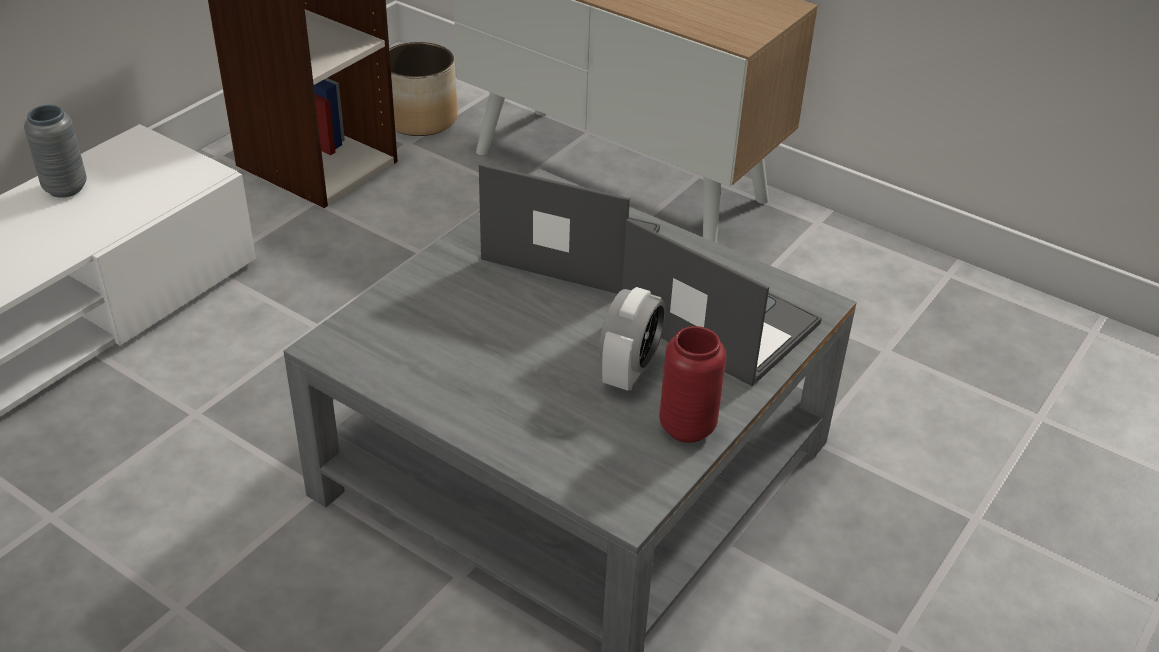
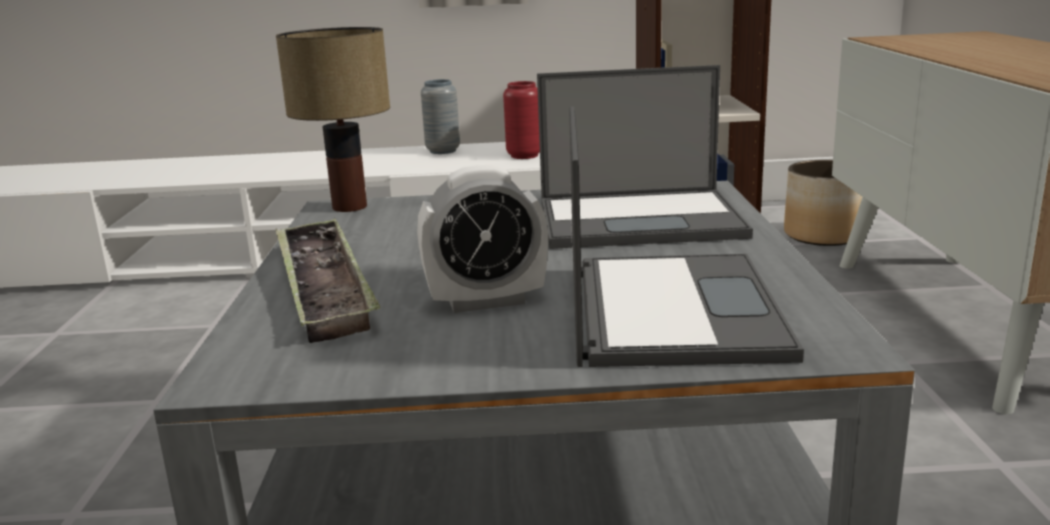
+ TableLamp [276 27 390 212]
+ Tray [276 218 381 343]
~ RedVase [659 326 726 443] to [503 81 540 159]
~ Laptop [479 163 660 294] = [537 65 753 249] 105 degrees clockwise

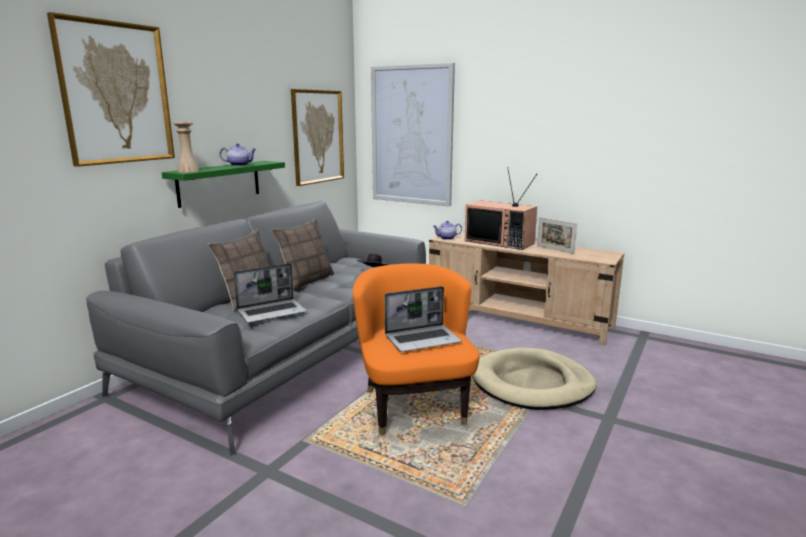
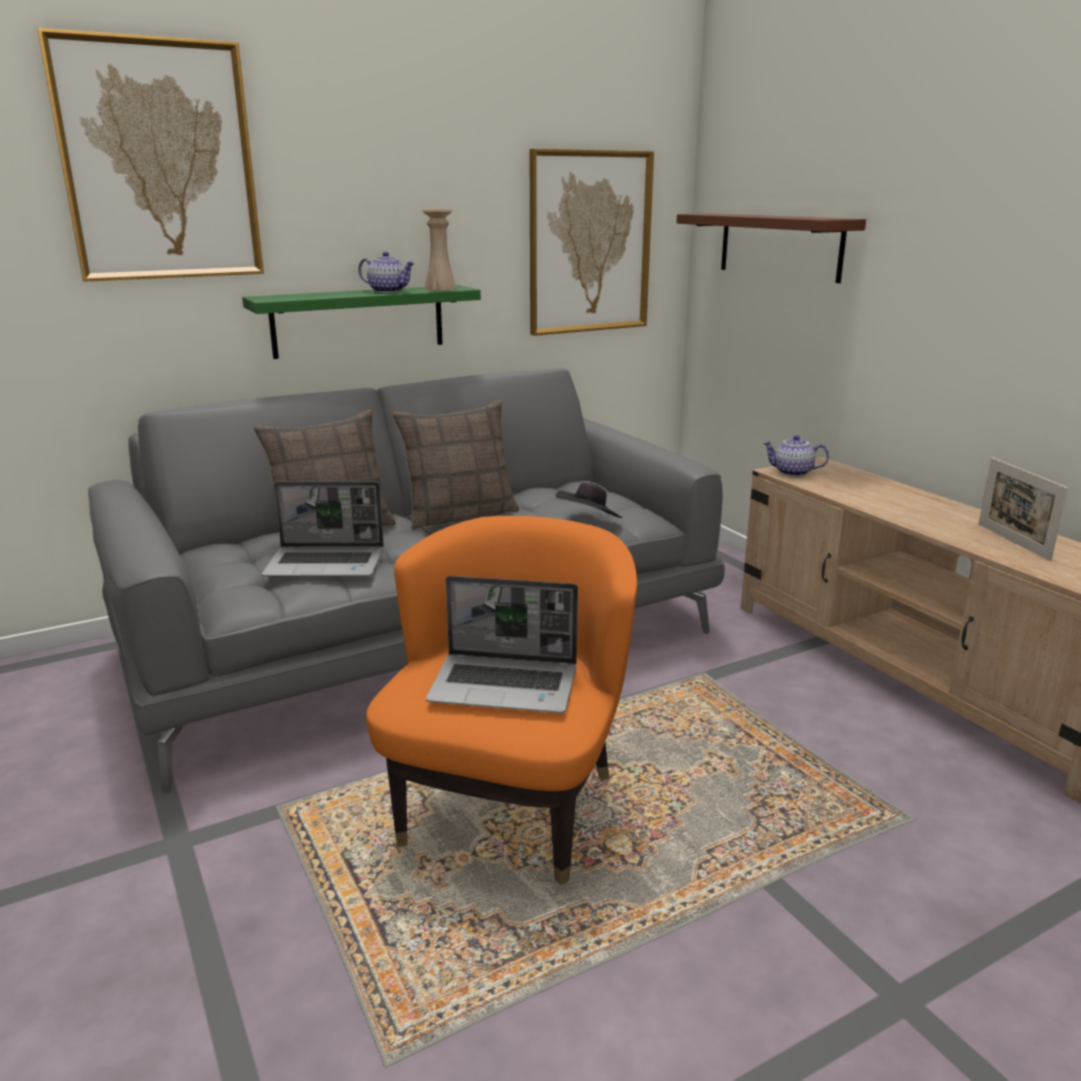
~ BeigeVase [173 122 199 172] to [422 209 456 290]
~ Picture [371 63 455 206] to BrownShelf [677 213 866 283]
- Television [465 167 537 250]
- BeigeDogBed [472 348 597 410]

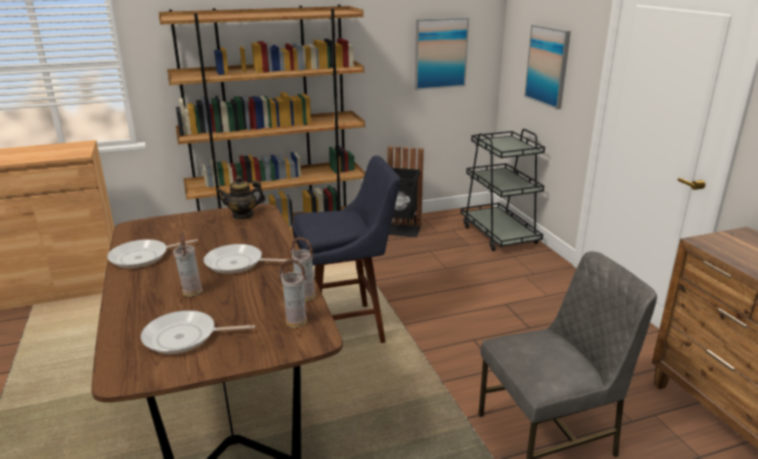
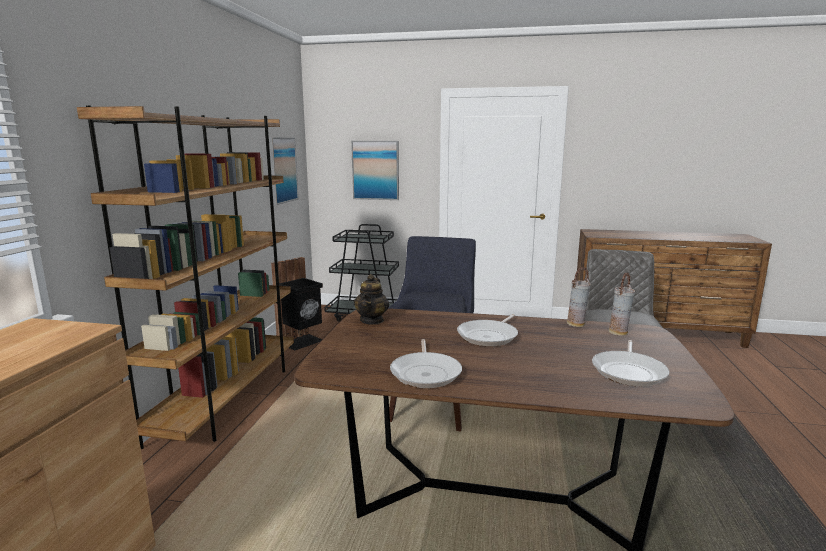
- Vase [173 232 203 297]

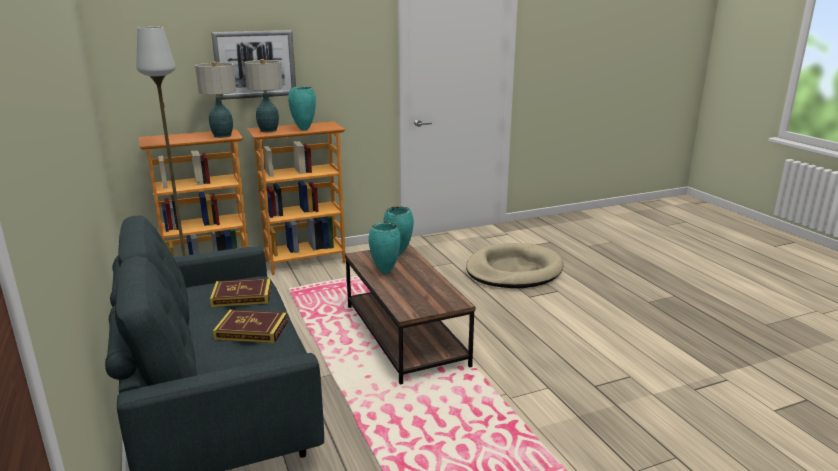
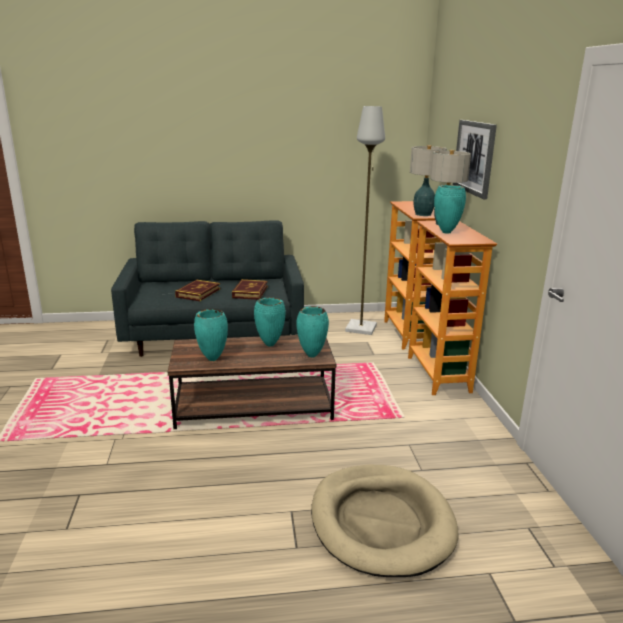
+ TurquoiseVase [194 309 228 361]

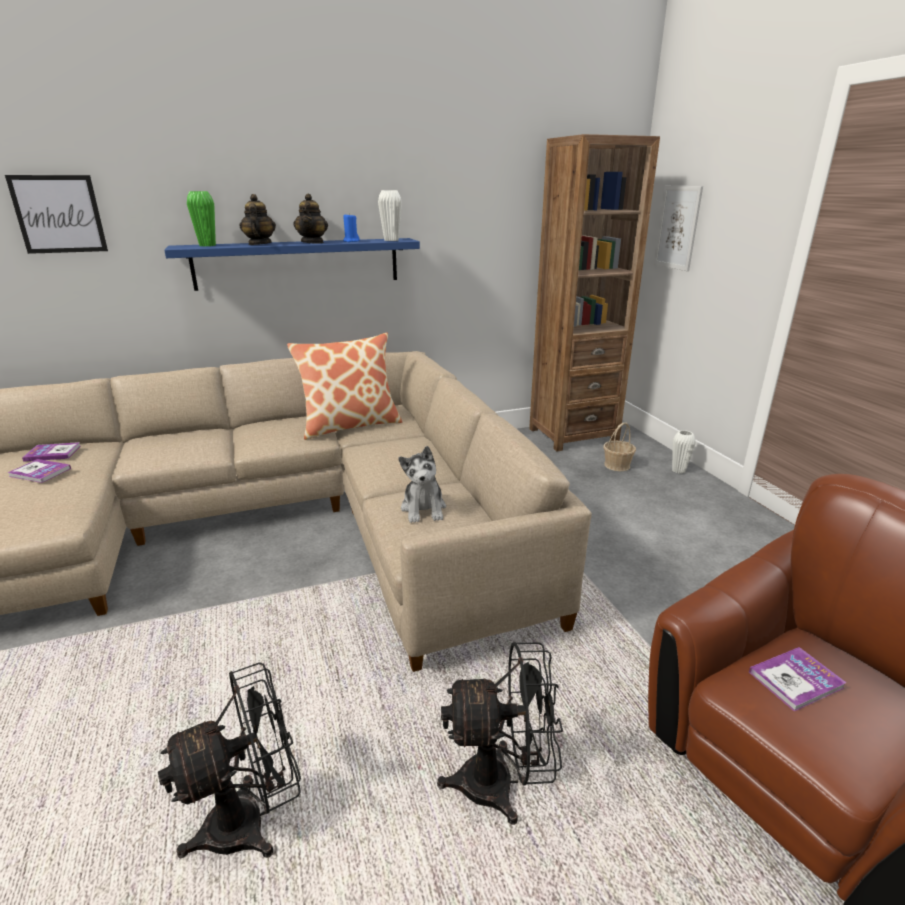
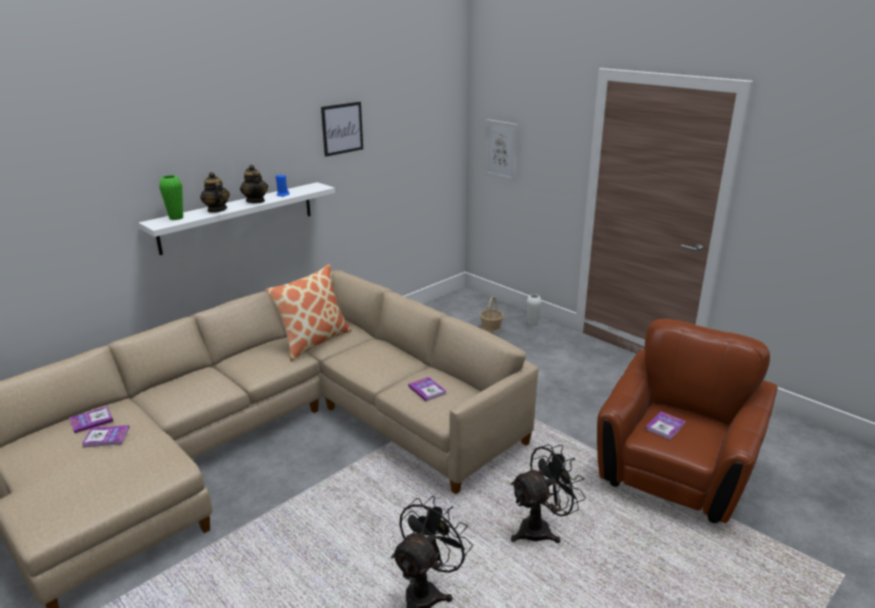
~ BlueShelf [164 238 420 291] to WhiteShelf [139 182 335 255]
~ Picture [5 175 108 254] to [321 102 363 157]
~ PlushToy [399 446 446 523] to Book [408 377 446 401]
- WhiteVase [378 190 402 241]
- BrownBookcase [529 134 660 452]

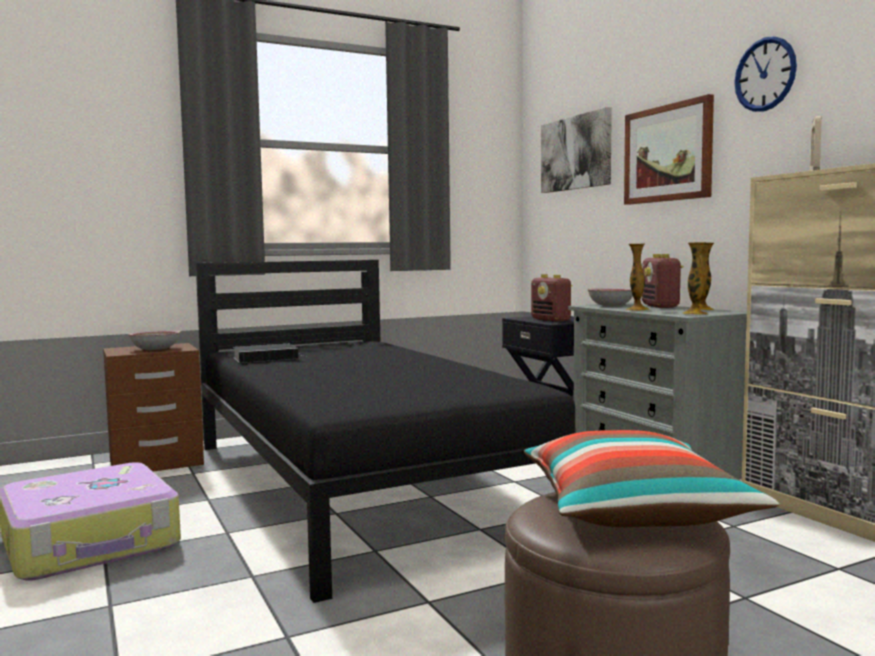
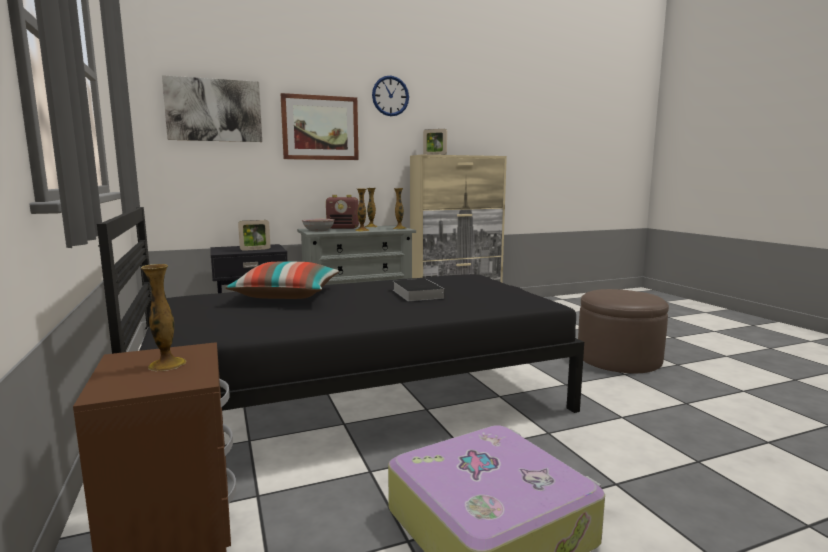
~ Bowl [128 330 180 350] to Vase [141 264 186 371]
~ Pillow [524 430 779 527] to [225 262 339 299]
~ Radio [531 274 573 322] to PictureFrame [238 220 270 251]
~ Book [233 344 298 363] to [393 279 445 301]

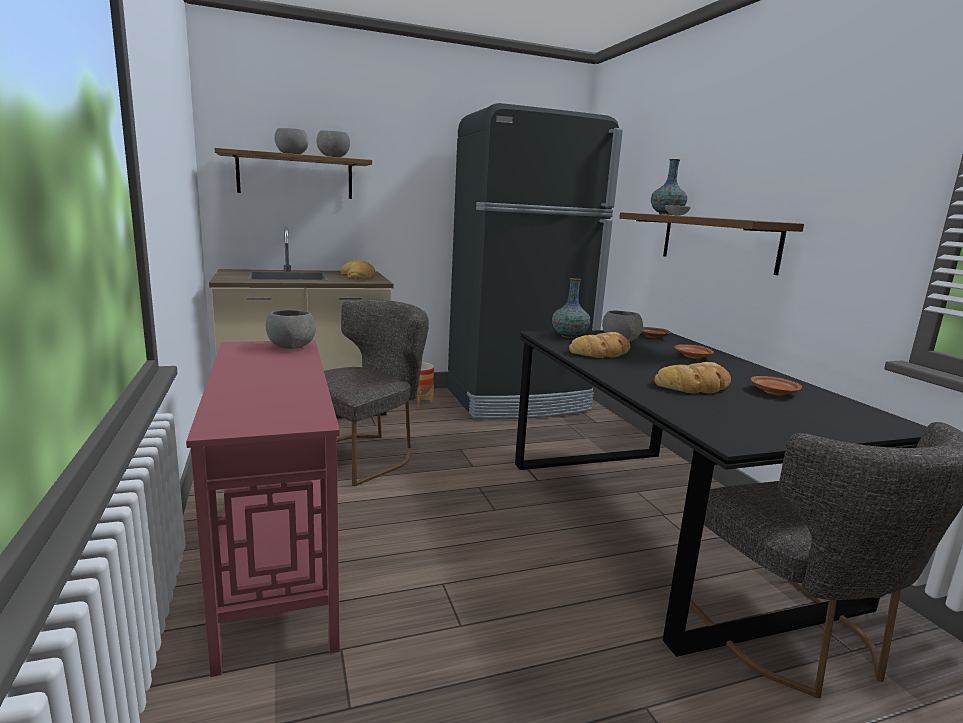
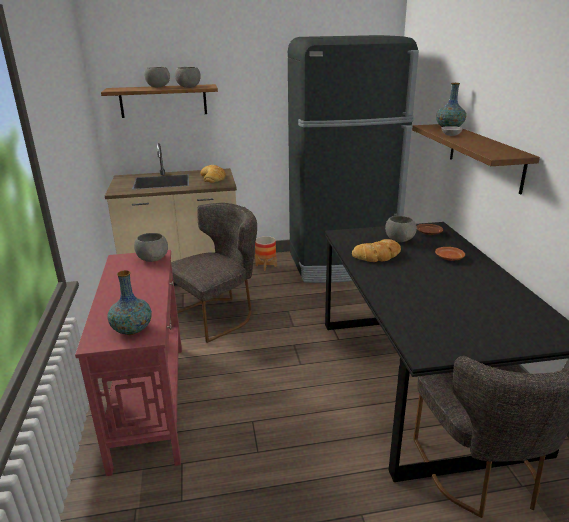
~ Vase [552 278 590 338] to [107 270 152 335]
- Bread [654 362 731 394]
- BrownPlate [750 376 802 395]

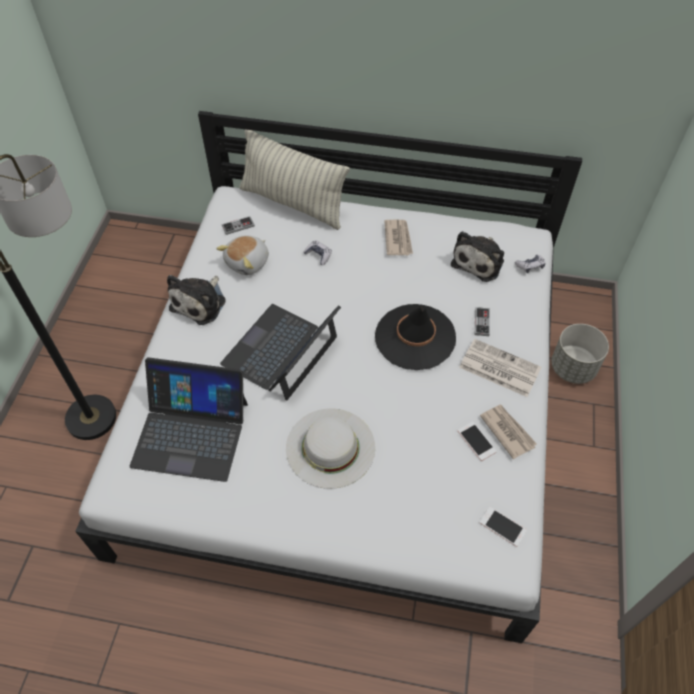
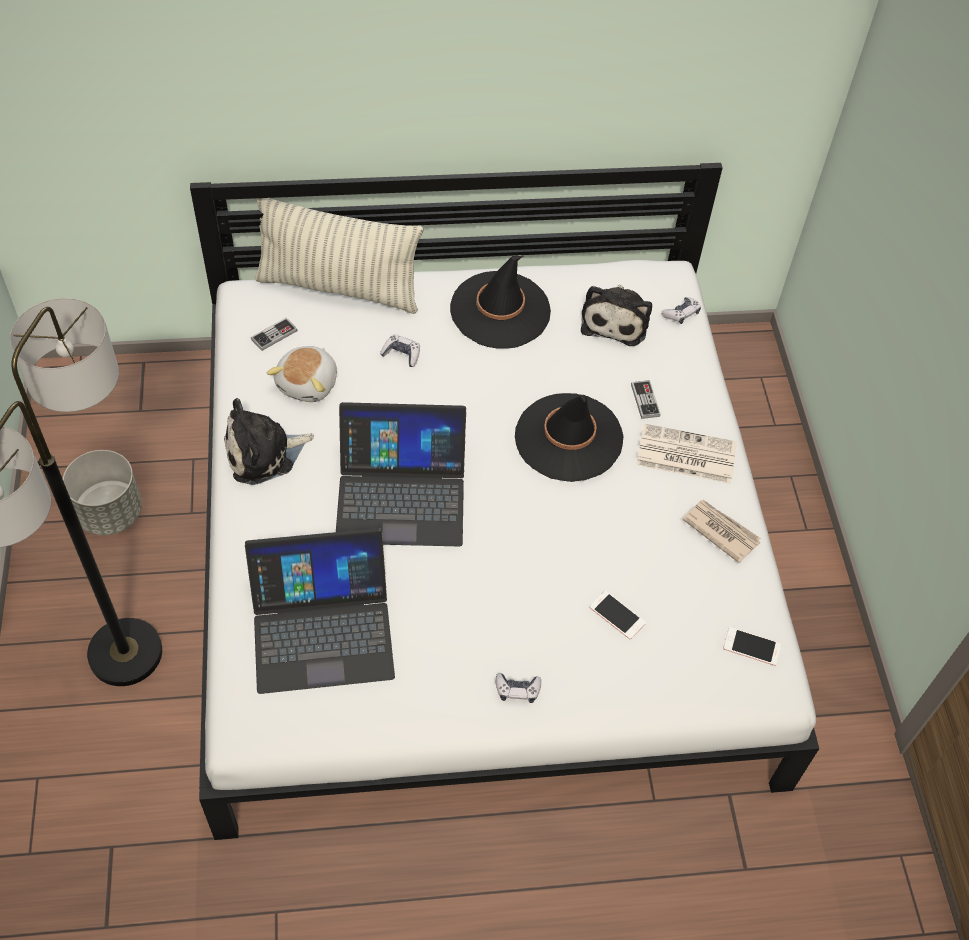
~ GreyPlanter [551 324 609 384] to [63 450 142 535]
~ PlushToy [167 275 226 325] = [224 398 314 485] 60 degrees clockwise
~ Laptop [220 304 341 401] = [336 402 466 546] 105 degrees counterclockwise
~ Newspaper [384 220 413 255] to BlackHat [450 256 551 349]
+ GameController [496 673 541 703]
~ Phone [458 422 497 461] to [590 591 646 639]
- WhiteHat [286 408 375 489]

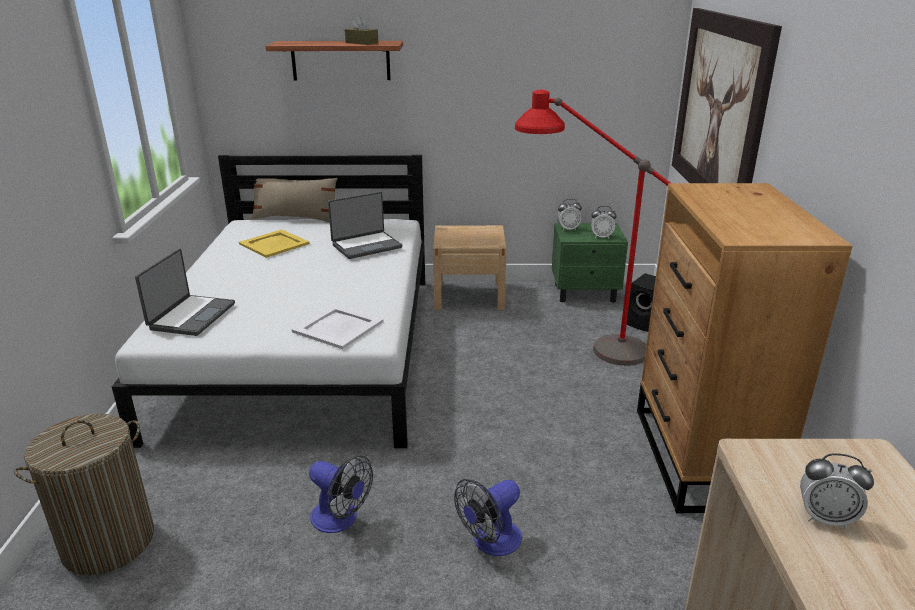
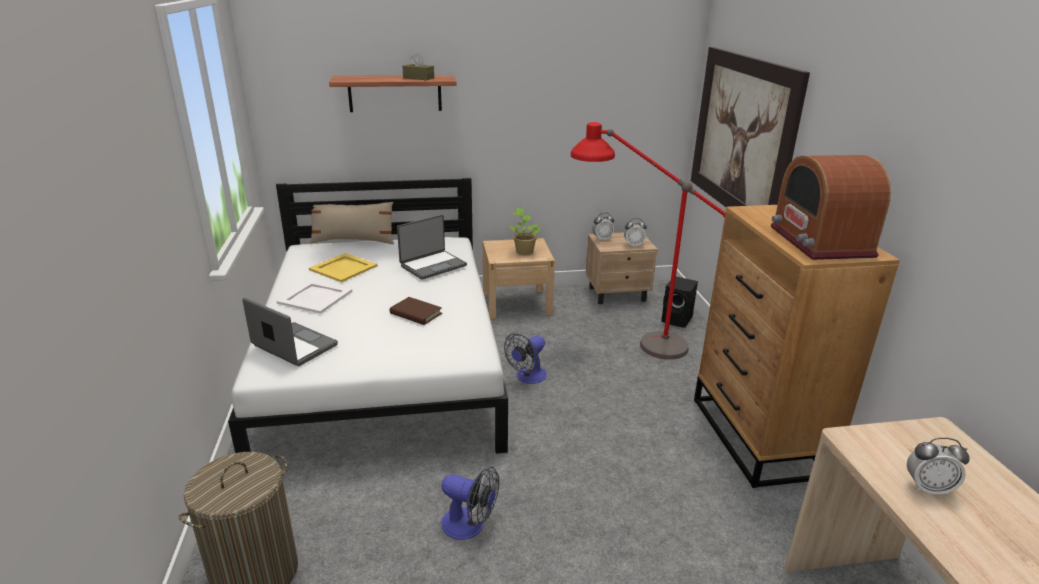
~ Laptop [135 249 235 336] = [242 298 338 366] 60 degrees counterclockwise
~ WhiteTray [292 305 383 349] to [277 280 353 314]
+ BrownBook [390 297 442 325]
~ Fan [454 479 522 556] to [504 333 547 384]
+ PottedPlant [508 208 540 255]
~ GreenNightstand [552 223 628 302] to BeigeNightstand [586 232 658 305]
+ Radio [771 155 891 260]

